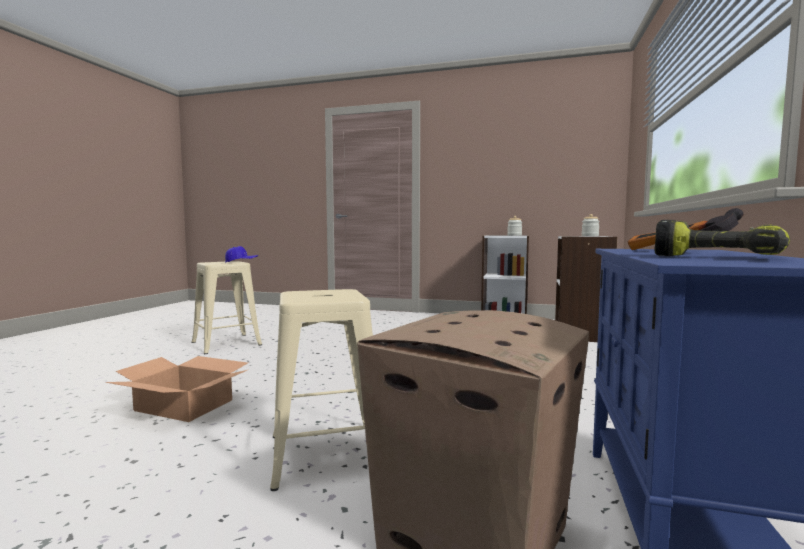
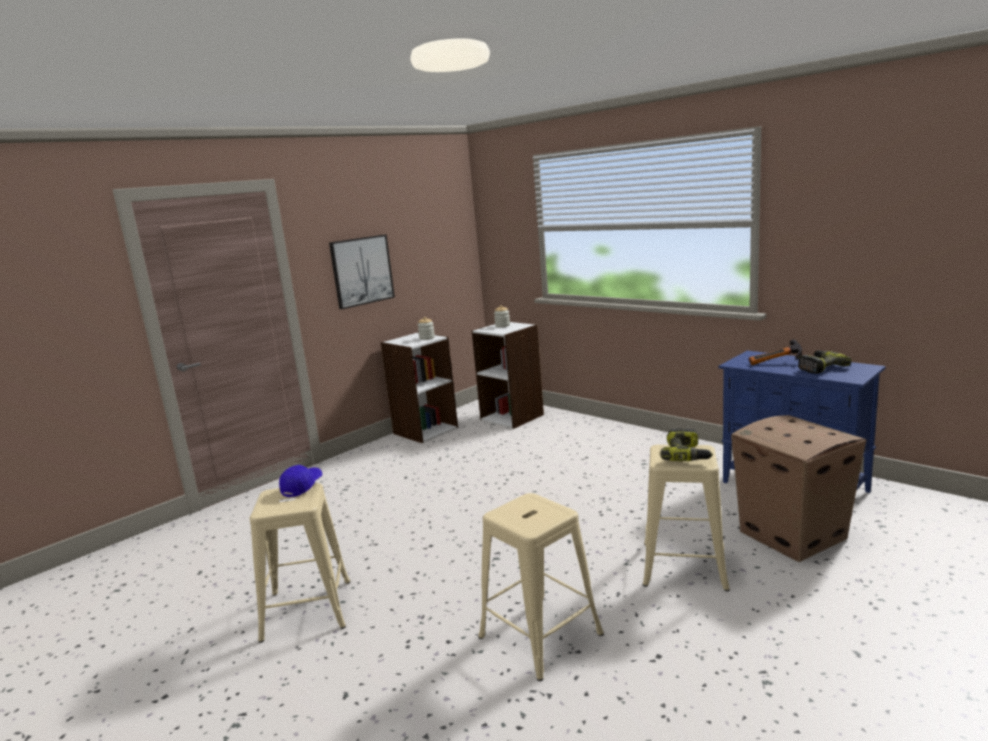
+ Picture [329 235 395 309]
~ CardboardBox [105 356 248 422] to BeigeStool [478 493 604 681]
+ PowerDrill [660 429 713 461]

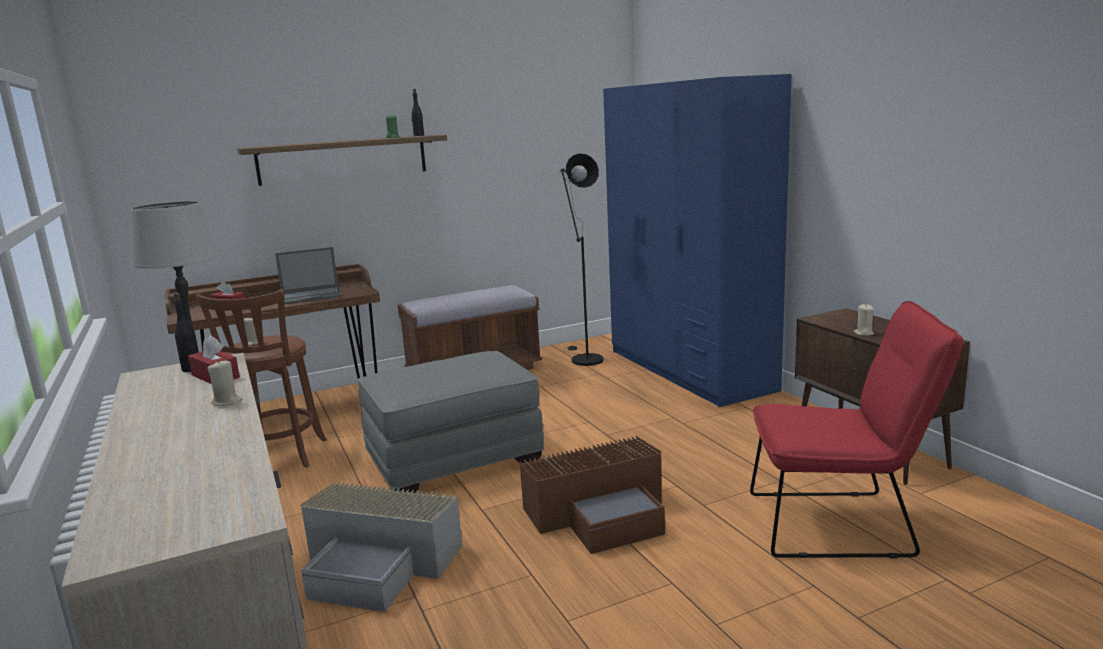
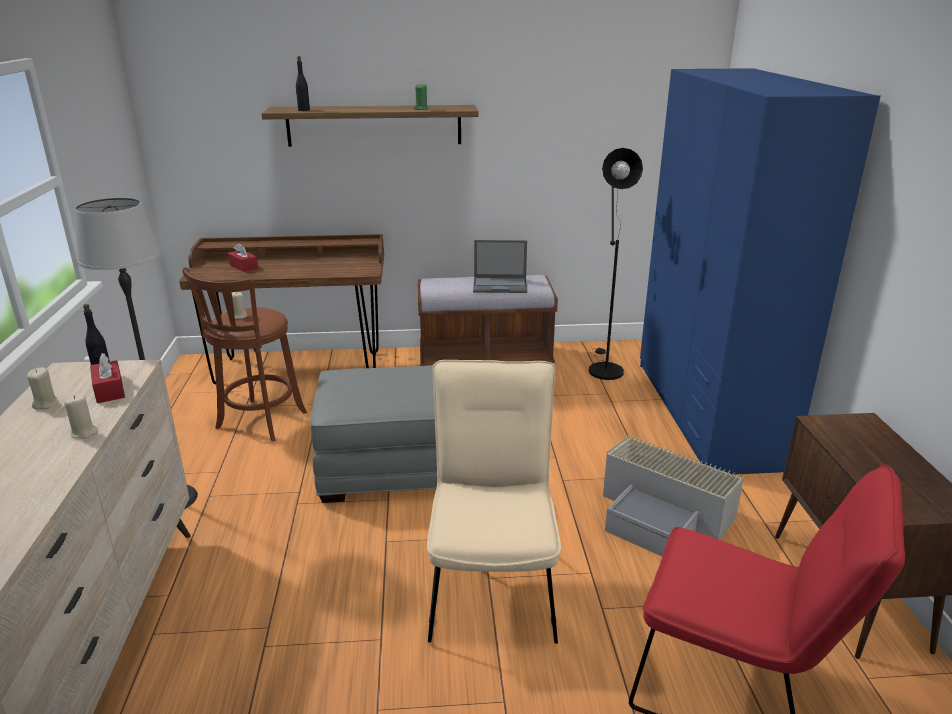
~ BeigeCandle [854 304 874 336] to [27 367 59 409]
~ BlackBottle [412 89 424 136] to [296 56 310 111]
~ BrownStorageBox [520 436 665 554] to BeigeChair [427 360 561 644]
~ Laptop [275 247 342 304] to [473 240 527 293]
~ GreyStorageBox [300 482 462 612] to [603 435 744 556]

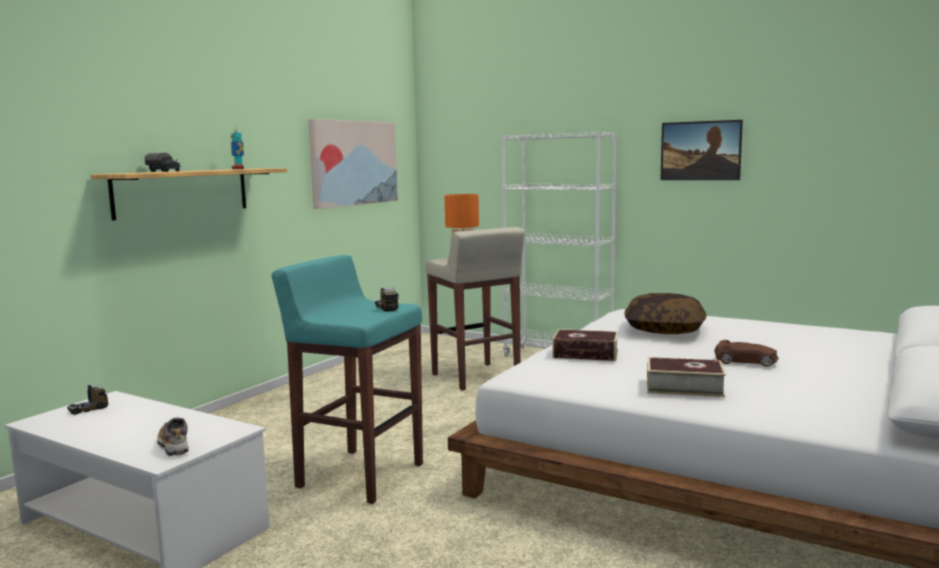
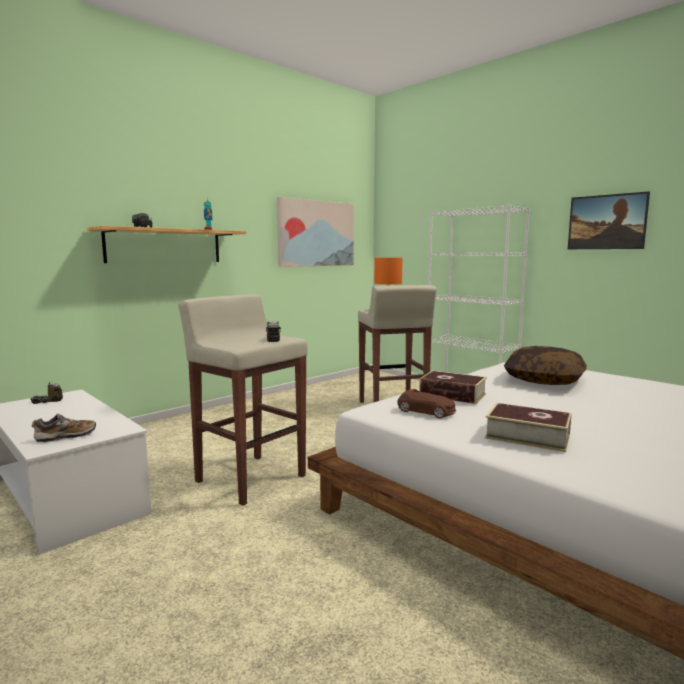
~ Shoe [157 418 189 457] = [31 413 96 442] 75 degrees clockwise
~ TurquoiseStool [272 255 423 504] to BeigeStool [178 294 308 506]
~ BrownToyCar [714 340 779 367] to [397 389 456 419]

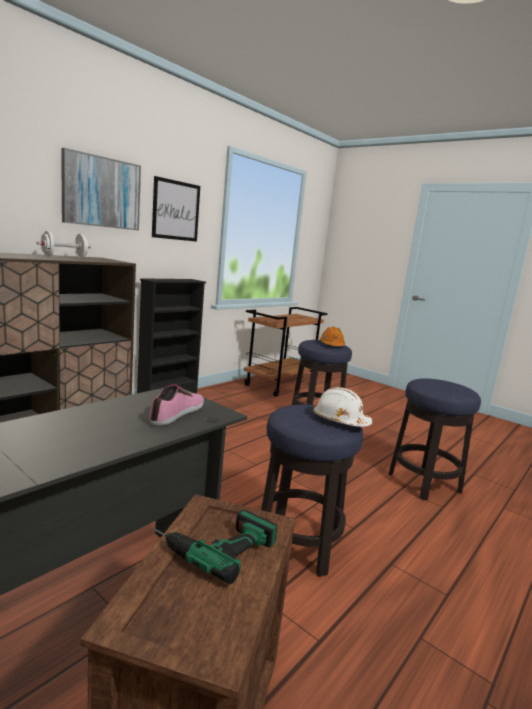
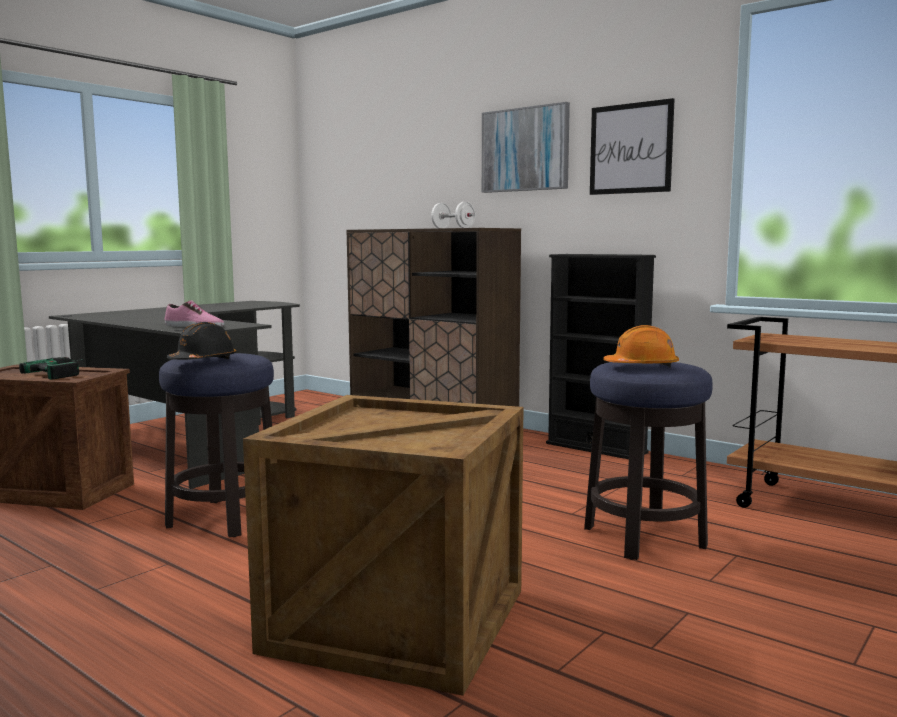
~ WhiteHardHat [313 387 372 427] to BlackHardHat [167 322 237 360]
~ Stool [388 378 481 500] to Crate [243 395 524 696]

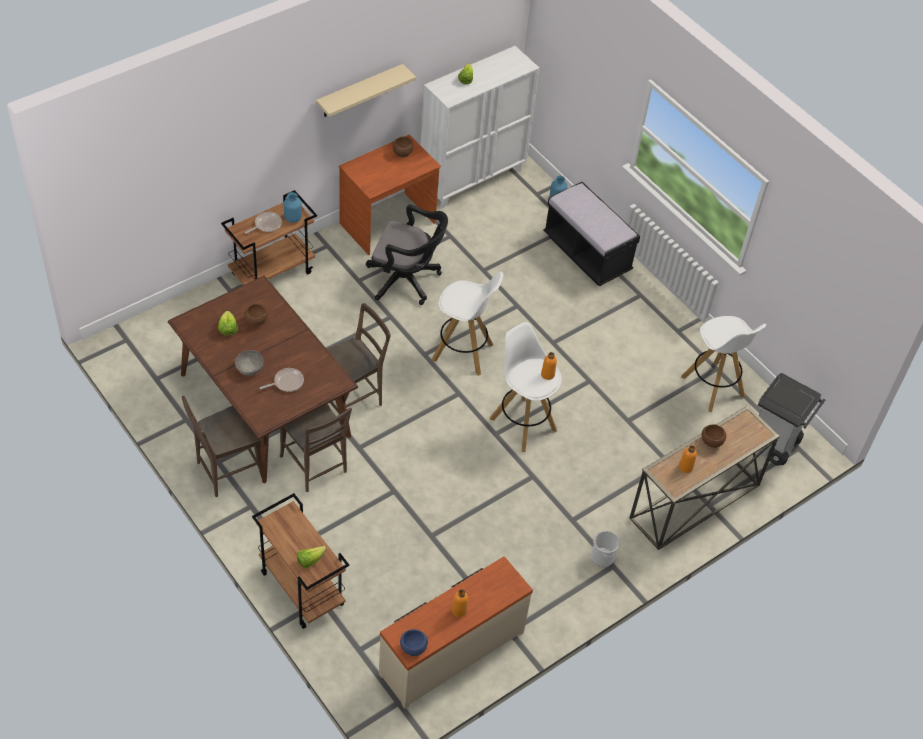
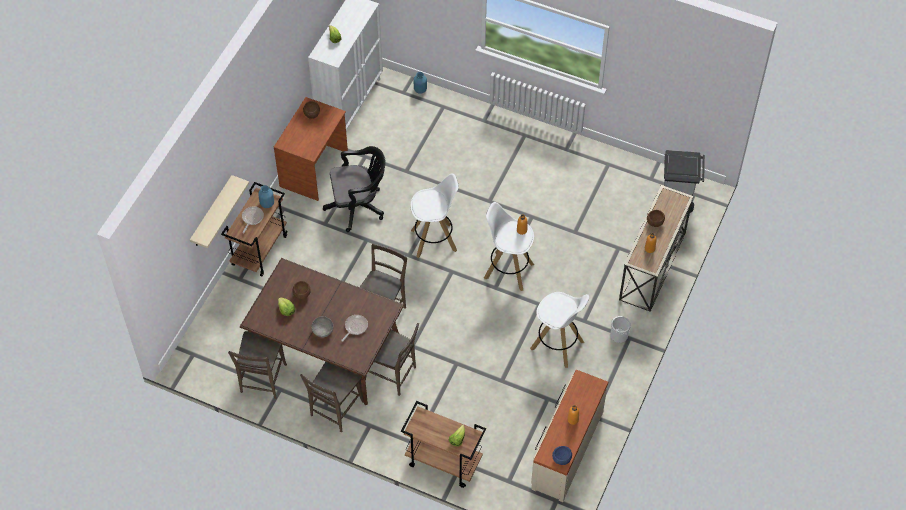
~ BeigeShelf [316 64 416 117] to [190 175 249 248]
+ BrownChair [228 331 287 399]
~ WhiteStool [681 316 766 412] to [530 292 589 368]
- BlackBench [543 182 640 286]

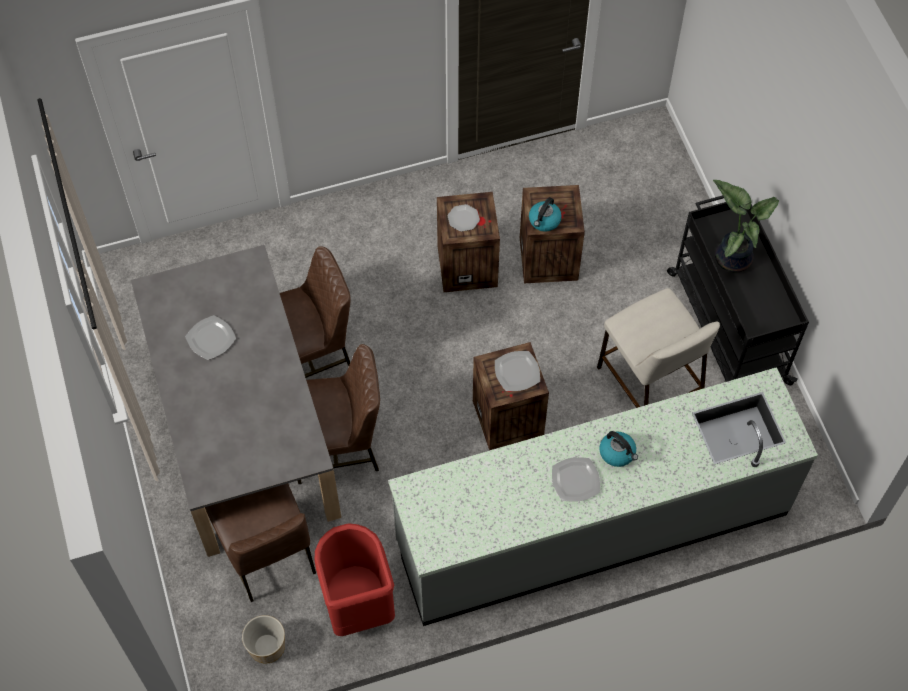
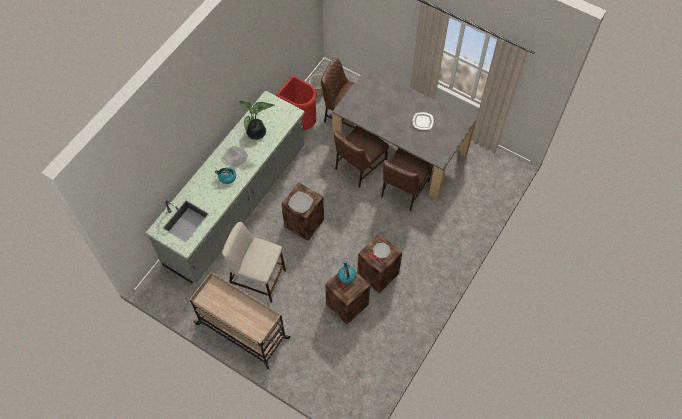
~ BlackCart [667 195 809 385] to BeigeCart [189 272 290 369]
~ PottedPlant [713 180 779 273] to [239 101 275 140]

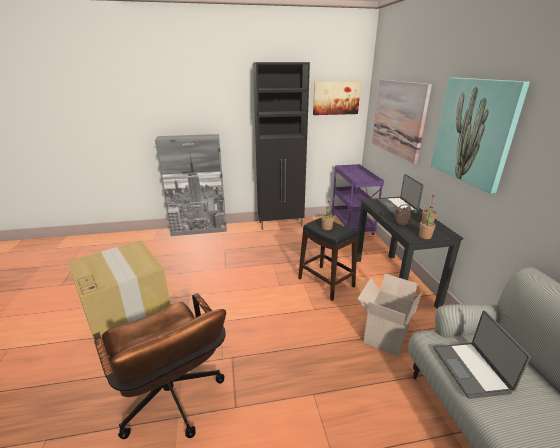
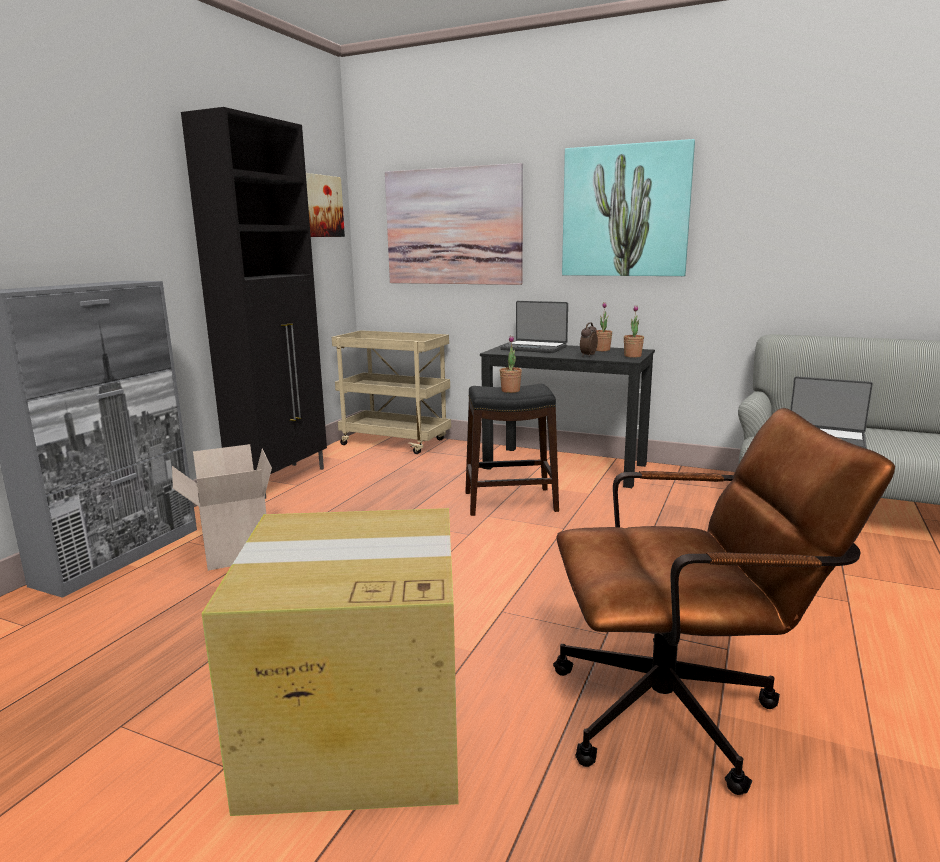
~ CardboardBox [358 274 423 356] to [172 444 272 571]
~ PurpleCart [331 164 384 235] to BeigeCart [332 330 451 454]

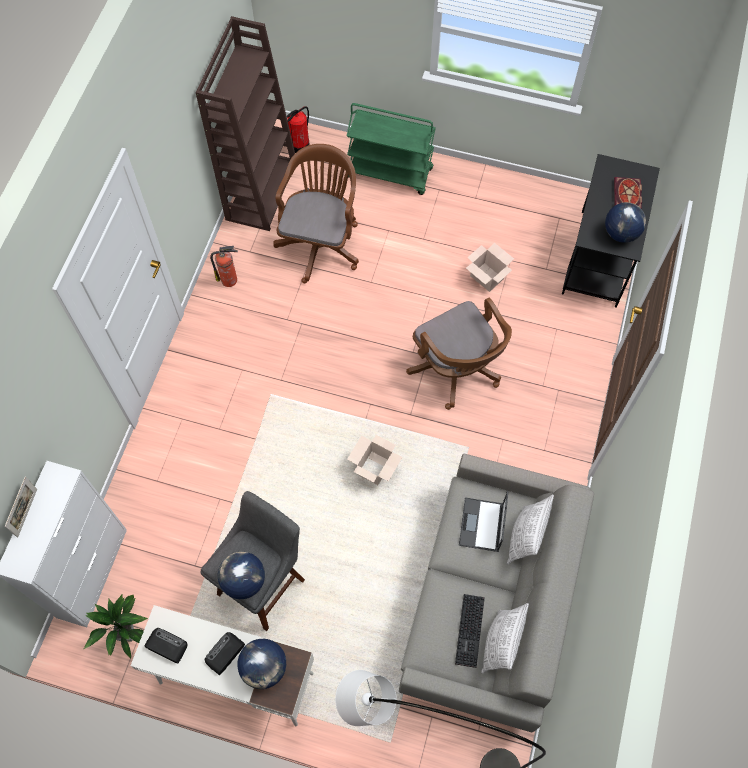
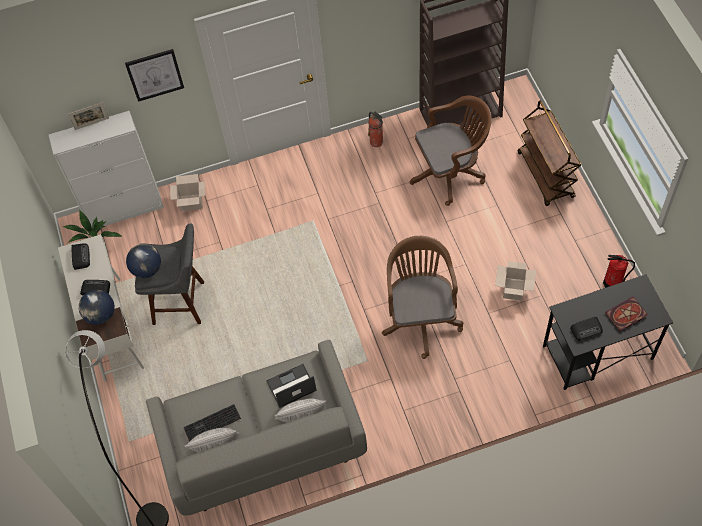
+ Picture [125 49 184 102]
~ CardboardBox [347 435 403 485] to [170 174 205 211]
~ BrownOfficeChair [406 298 512 410] = [382 236 463 359] 150 degrees clockwise
~ GreenCart [347 103 436 195] to BrownCart [518 100 581 206]
~ Globe [605 202 646 243] to Radio [570 317 603 341]
~ FireExtinguisher [287 107 309 153] to [603 255 635 288]

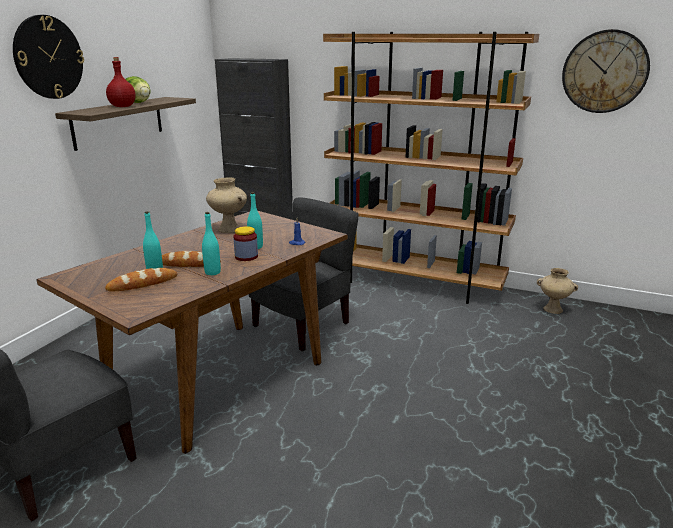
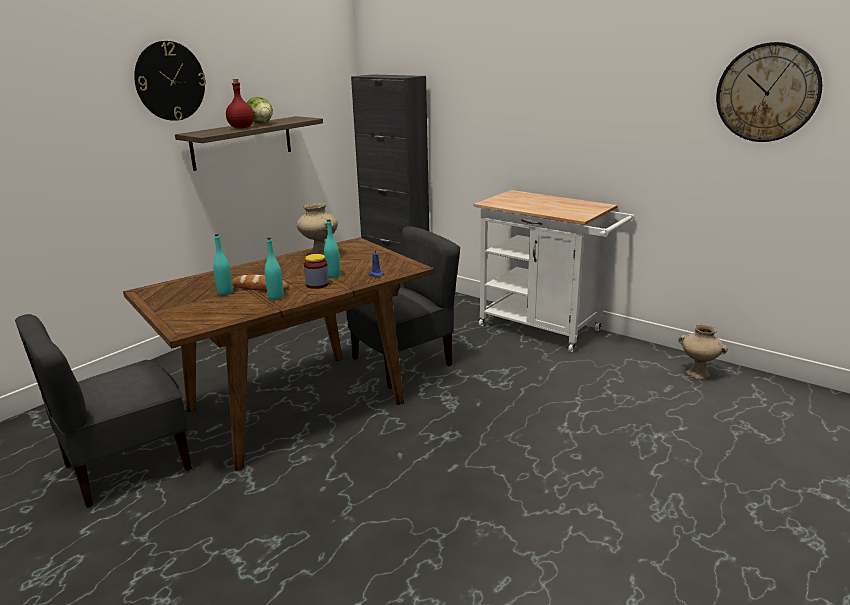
~ BrownBookcase [323 32 539 304] to WhiteCart [473 190 635 352]
- Bread [105 268 177 291]

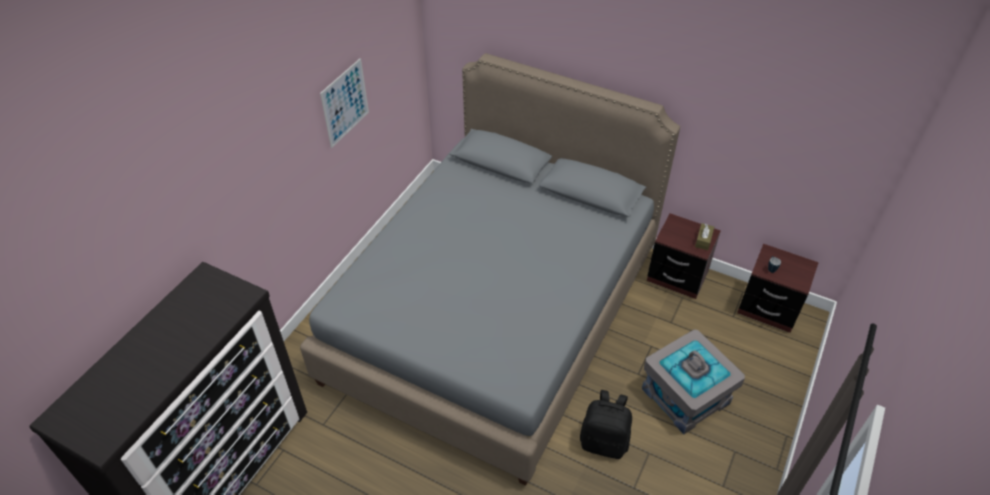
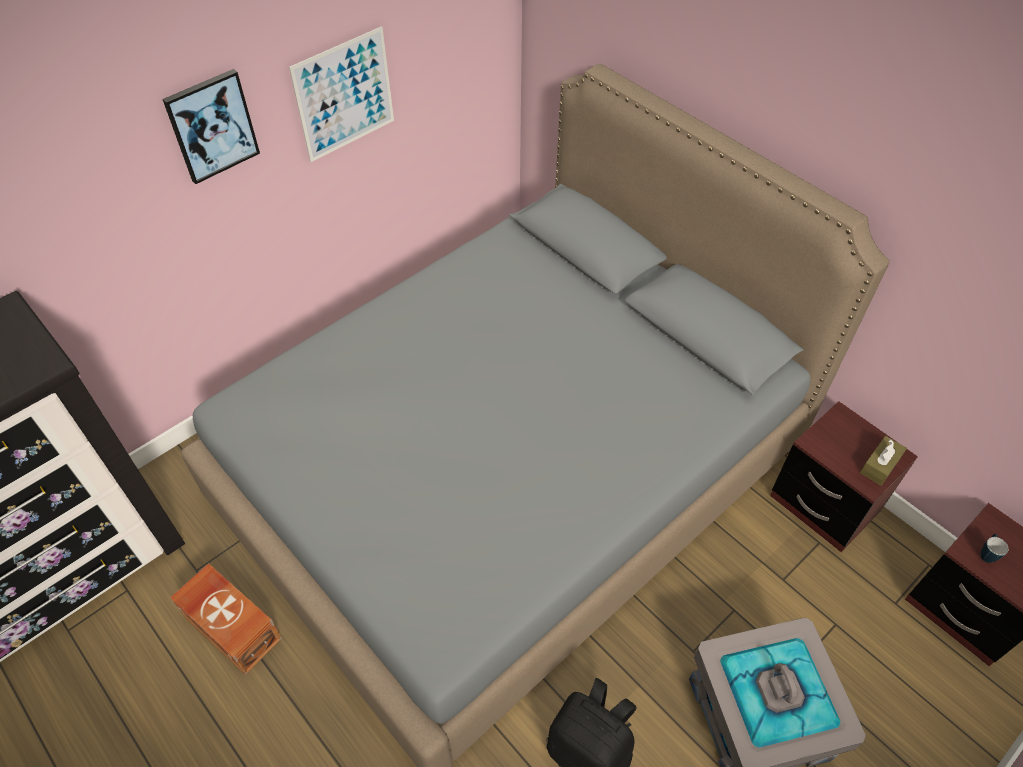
+ Picture [162 69 260 184]
+ BrownStorageBox [170 563 282 675]

